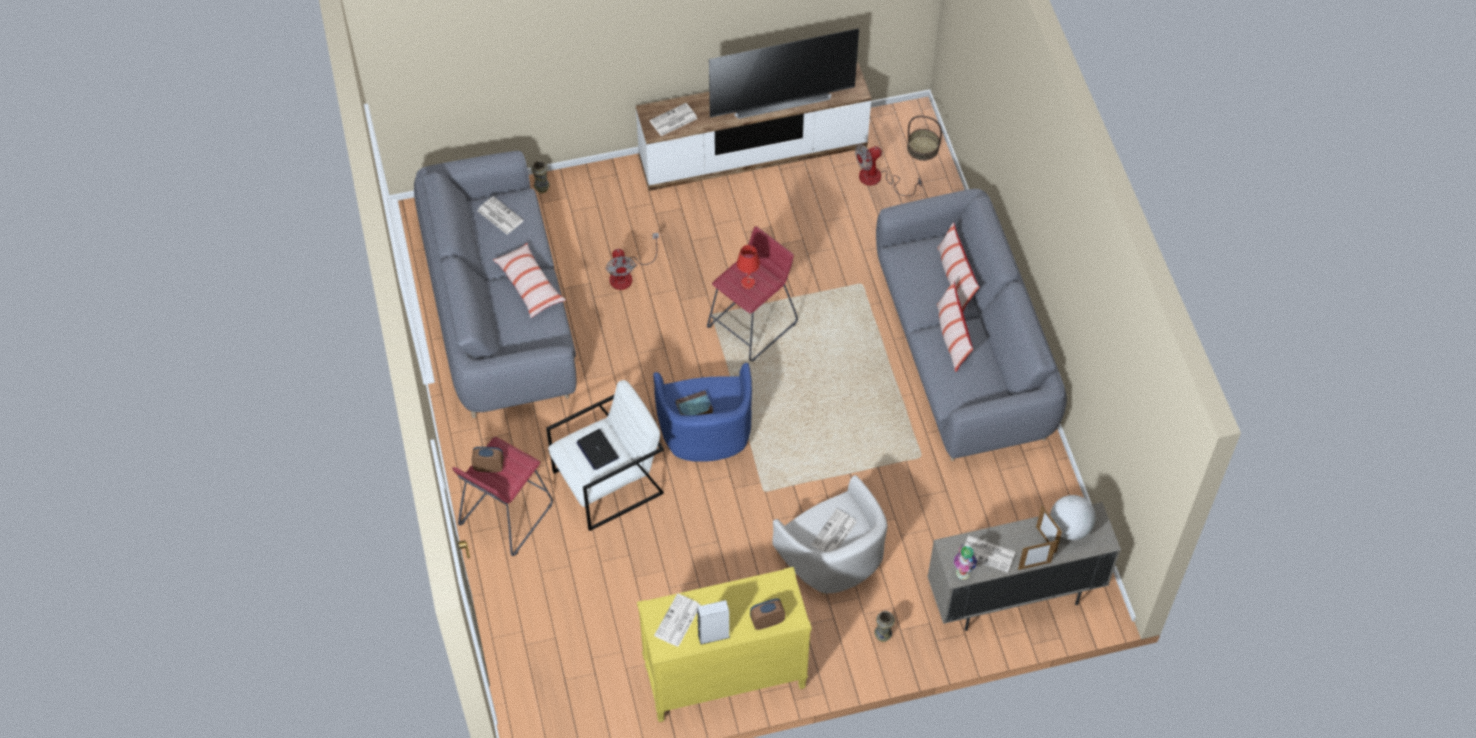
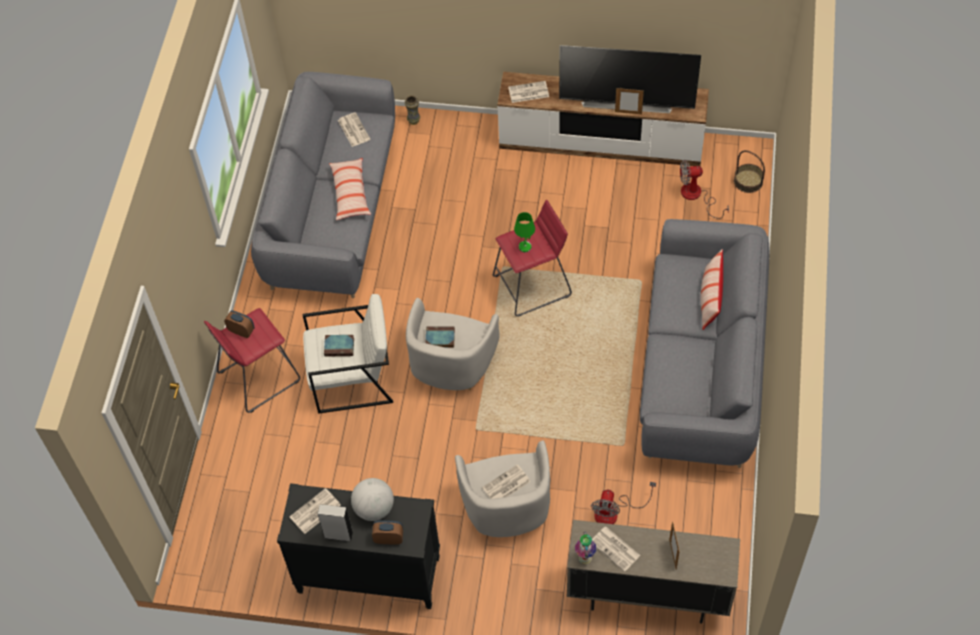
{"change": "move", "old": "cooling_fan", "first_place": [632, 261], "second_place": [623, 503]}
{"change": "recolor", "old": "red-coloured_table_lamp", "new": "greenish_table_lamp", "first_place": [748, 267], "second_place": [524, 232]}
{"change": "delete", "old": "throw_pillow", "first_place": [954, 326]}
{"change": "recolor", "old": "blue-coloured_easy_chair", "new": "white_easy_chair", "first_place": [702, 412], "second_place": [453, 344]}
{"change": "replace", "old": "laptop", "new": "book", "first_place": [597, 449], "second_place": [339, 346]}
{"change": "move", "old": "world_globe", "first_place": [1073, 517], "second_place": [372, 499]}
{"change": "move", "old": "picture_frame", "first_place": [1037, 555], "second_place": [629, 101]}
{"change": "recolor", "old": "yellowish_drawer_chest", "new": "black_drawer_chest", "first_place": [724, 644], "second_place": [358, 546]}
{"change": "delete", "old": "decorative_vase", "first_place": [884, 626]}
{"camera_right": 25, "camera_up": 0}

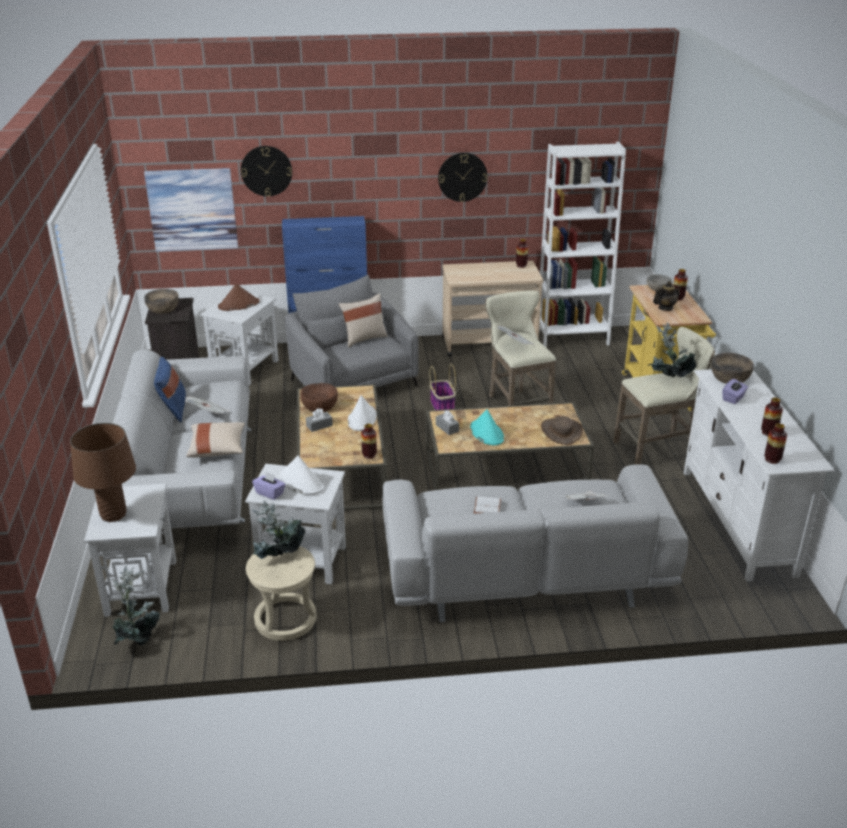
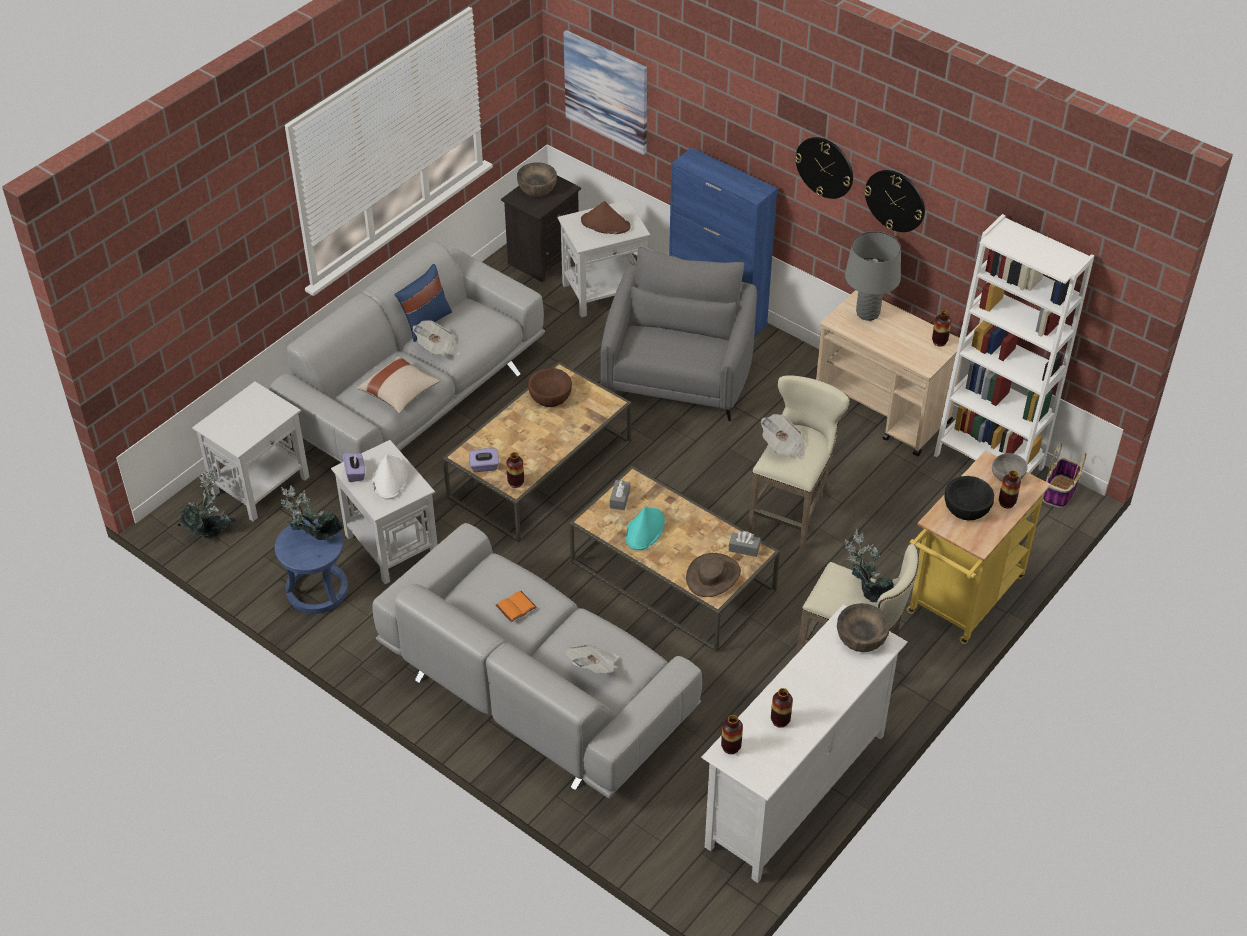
{"change": "move", "old": "clock_on_the_wall", "first_place": [266, 171], "second_place": [824, 168]}
{"change": "replace", "old": "pot_for_tea", "new": "black_deep_dish", "first_place": [667, 296], "second_place": [969, 498]}
{"change": "delete", "old": "beige-coloured_throw_pillow", "first_place": [363, 320]}
{"change": "move", "old": "storage_basket", "first_place": [443, 387], "second_place": [1064, 475]}
{"change": "move", "old": "purple-coloured_tissue_box", "first_place": [735, 391], "second_place": [484, 460]}
{"change": "delete", "old": "white_clothing_hat", "first_place": [362, 413]}
{"change": "move", "old": "gray_tissue_box", "first_place": [319, 420], "second_place": [745, 544]}
{"change": "delete", "old": "brown_table_lamp", "first_place": [103, 472]}
{"change": "recolor", "old": "white_book", "new": "orange_book", "first_place": [487, 505], "second_place": [516, 606]}
{"change": "recolor", "old": "beige-coloured_stool_seat", "new": "blue-coloured_stool_seat", "first_place": [281, 593], "second_place": [311, 566]}
{"change": "insert", "new": "gray_table_lamp", "second_place": [873, 276]}
{"camera_right": 45, "camera_up": 15}

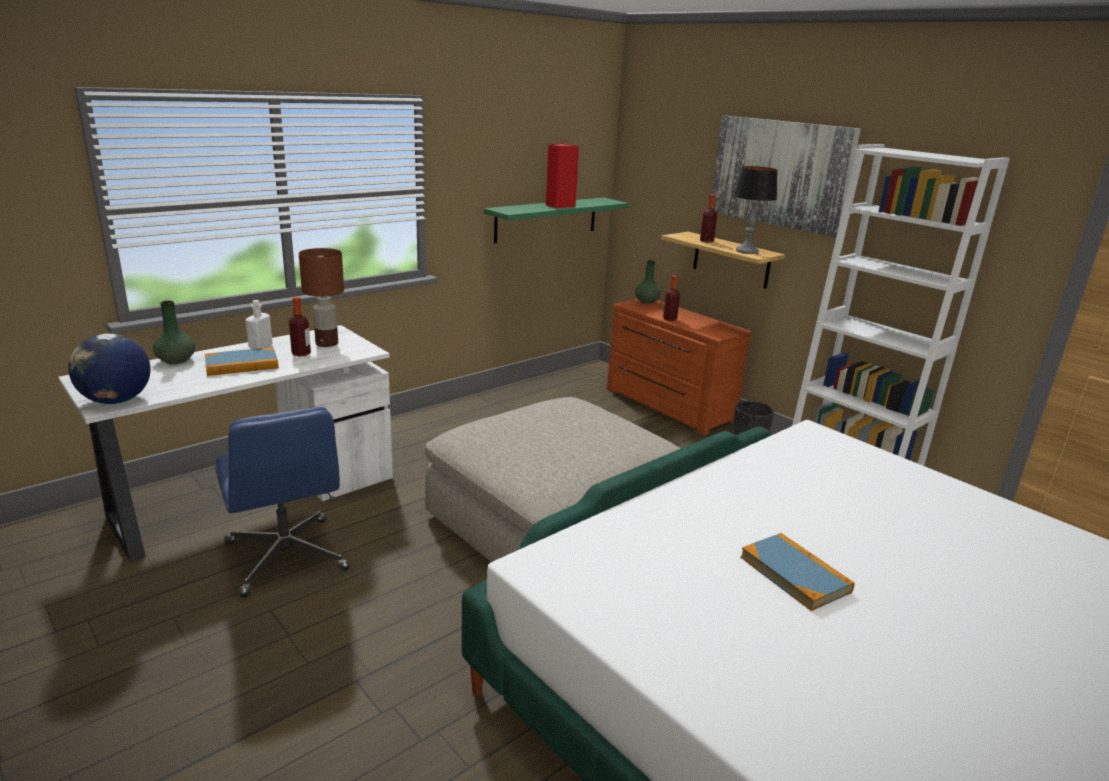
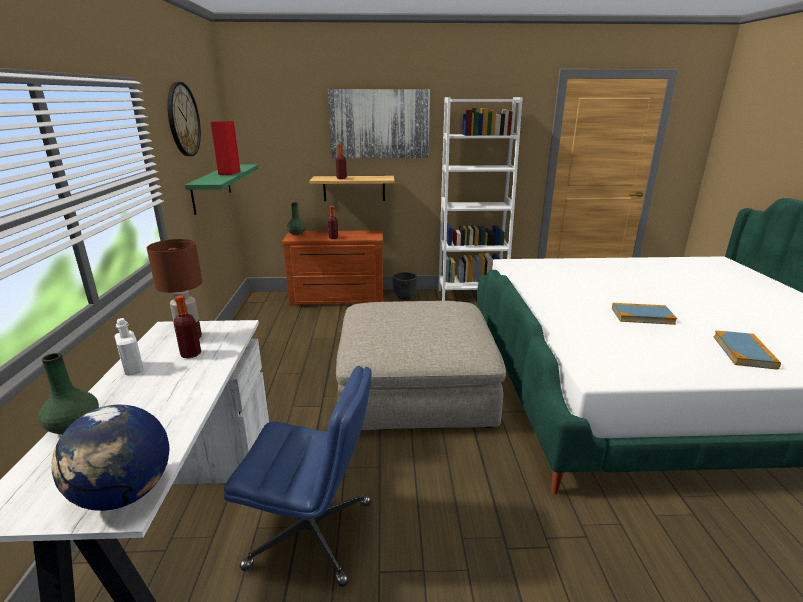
{"change": "delete", "old": "table_lamp", "first_place": [755, 210]}
{"change": "move", "old": "book", "first_place": [242, 361], "second_place": [747, 350]}
{"change": "insert", "new": "clock_on_the_wall", "second_place": [184, 119]}
{"camera_right": -50, "camera_up": 0}

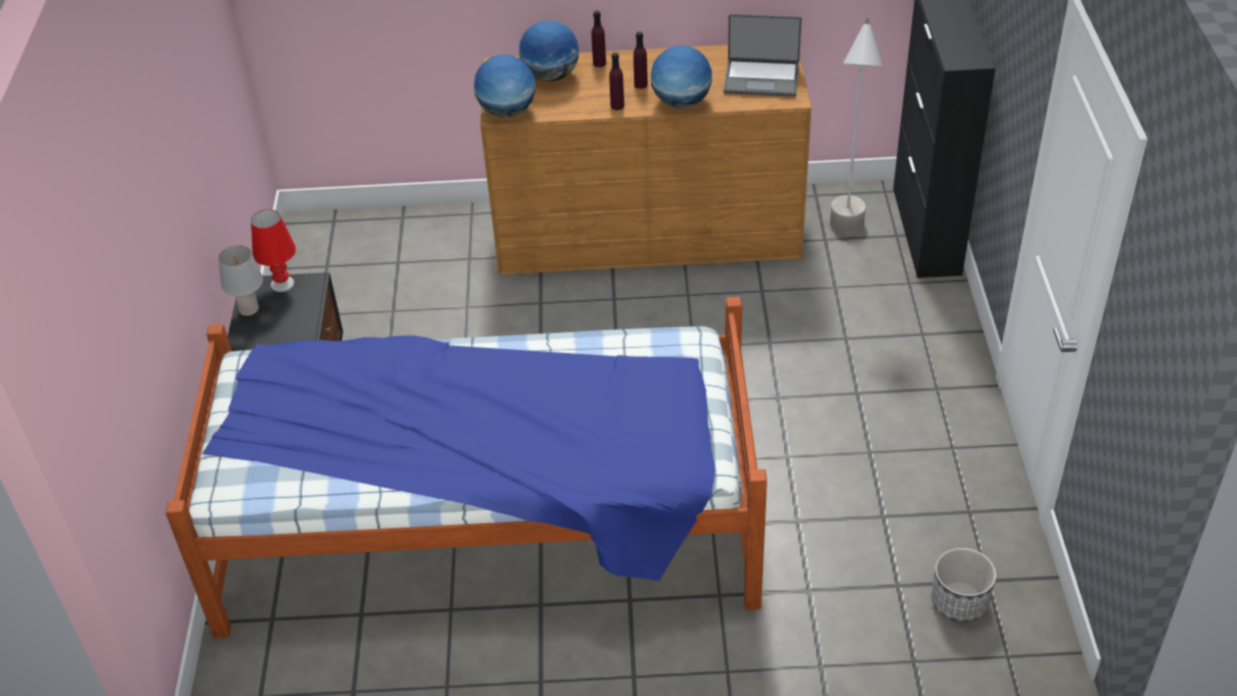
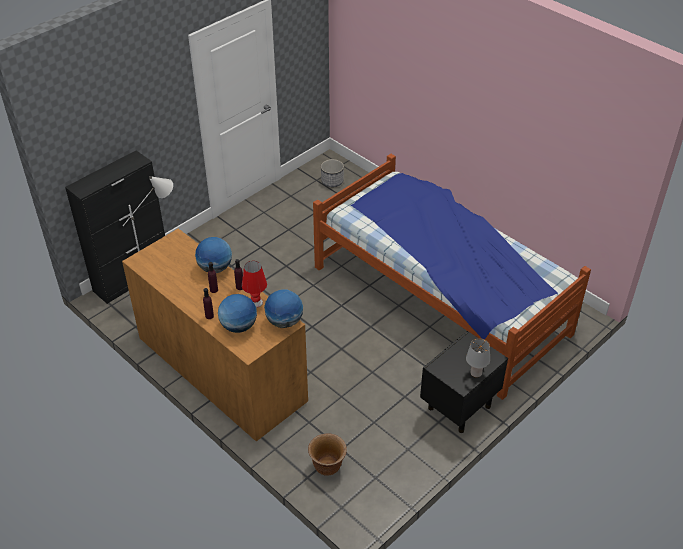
{"change": "delete", "old": "laptop", "first_place": [763, 55]}
{"change": "move", "old": "red-coloured_table_lamp", "first_place": [273, 250], "second_place": [254, 284]}
{"change": "insert", "new": "brown_plant_pot", "second_place": [327, 454]}
{"camera_right": -135, "camera_up": 0}

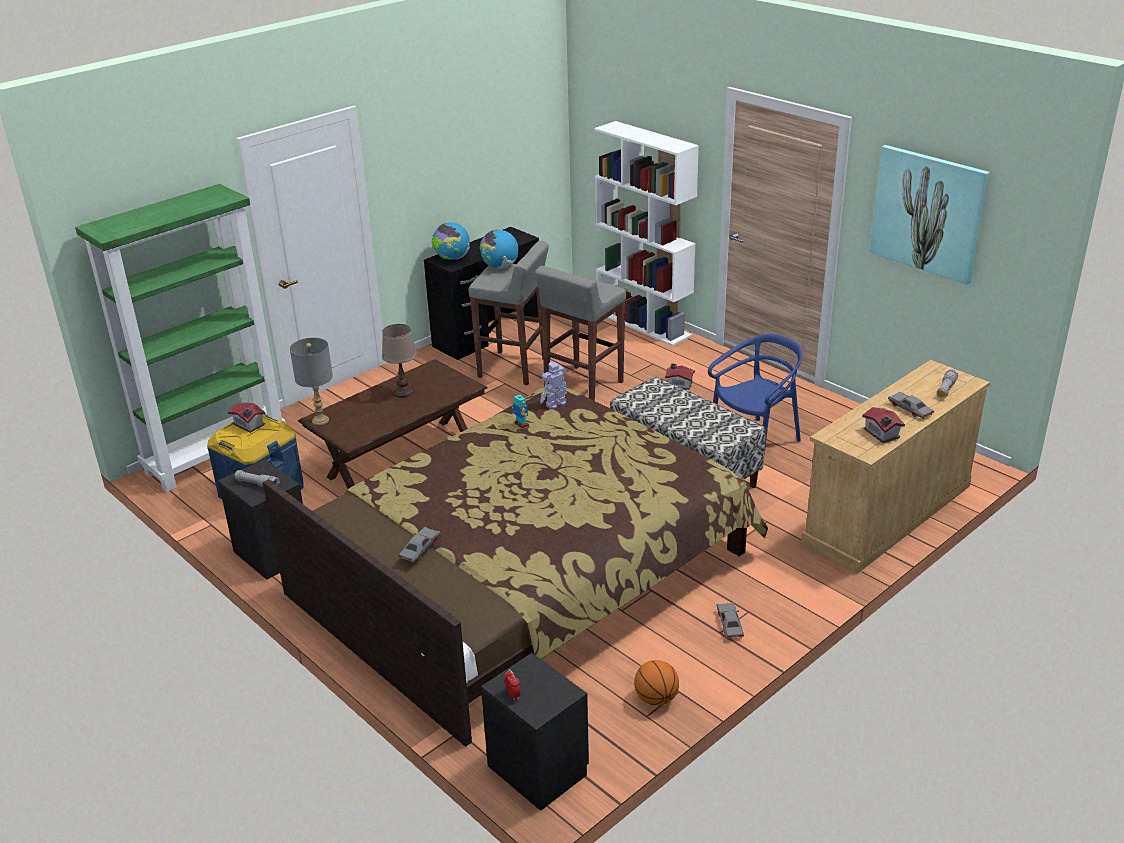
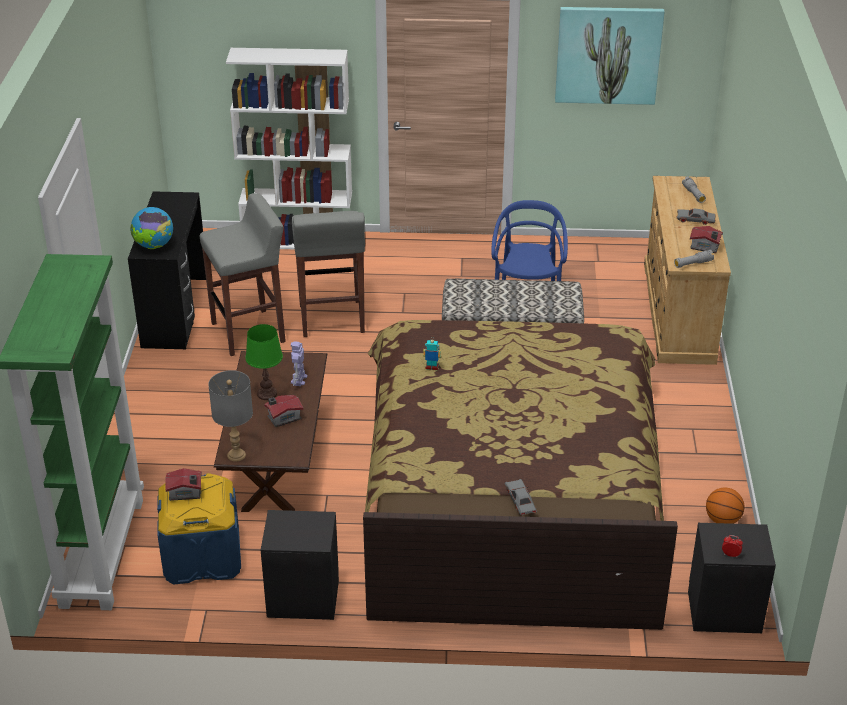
{"change": "delete", "old": "world_globe", "first_place": [499, 249]}
{"change": "recolor", "old": "brown_table_lamp", "new": "greenish_table_lamp", "first_place": [399, 361], "second_place": [264, 362]}
{"change": "move", "old": "model_robot", "first_place": [553, 385], "second_place": [299, 363]}
{"change": "move", "old": "model_house", "first_place": [680, 377], "second_place": [283, 411]}
{"change": "move", "old": "gray_torch", "first_place": [257, 478], "second_place": [694, 259]}
{"change": "delete", "old": "gray_miniature_car", "first_place": [730, 620]}
{"camera_right": -45, "camera_up": 5}

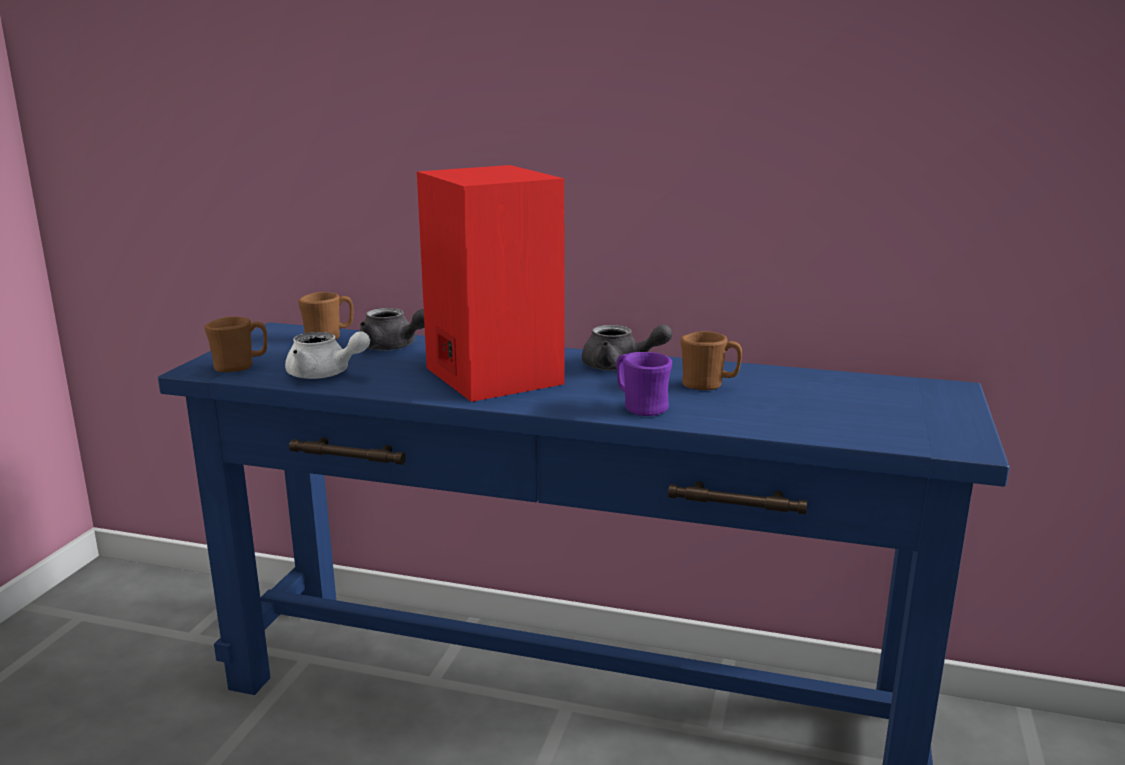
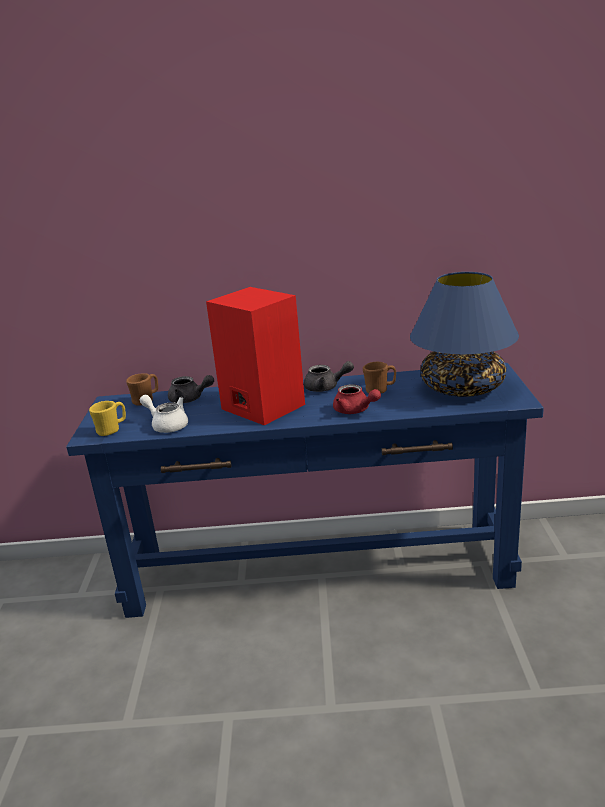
{"change": "recolor", "old": "brown_mug", "new": "yellowish_mug", "first_place": [235, 344], "second_place": [107, 418]}
{"change": "rotate", "old": "white_pot_for_tea", "first_place": [327, 355], "second_place": [164, 414], "degrees": -150}
{"change": "replace", "old": "purple-coloured_mug", "new": "red-coloured_pot_for_tea", "first_place": [644, 384], "second_place": [357, 399]}
{"change": "insert", "new": "blue-coloured_table_lamp", "second_place": [464, 334]}
{"camera_right": -15, "camera_up": 5}

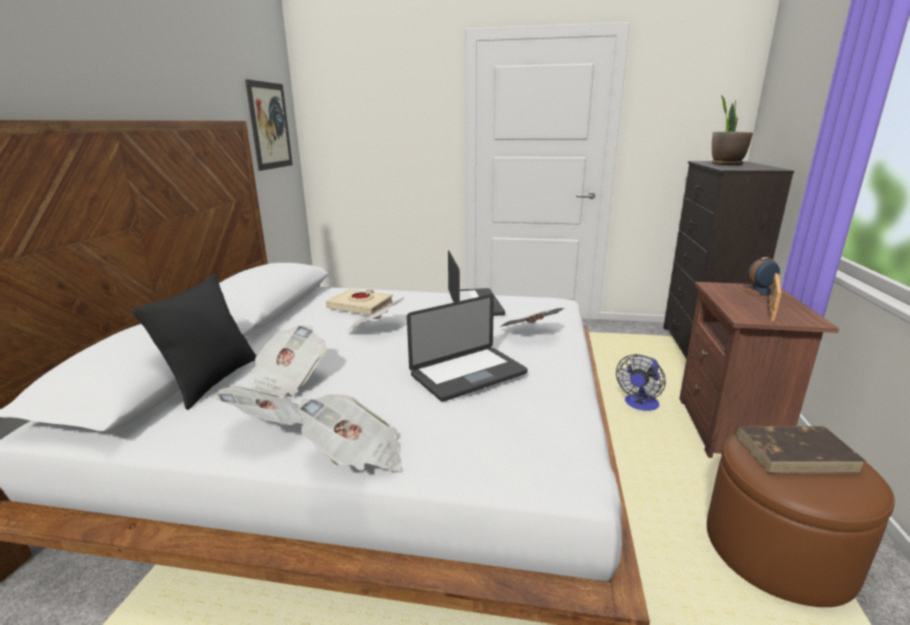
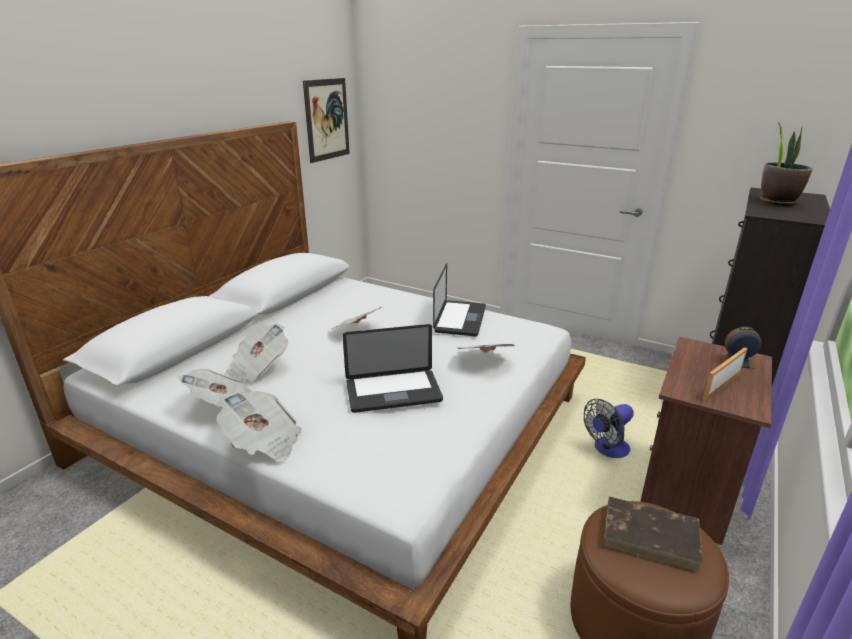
{"change": "delete", "old": "black_throw_pillow", "first_place": [194, 342]}
{"change": "delete", "old": "beige-coloured_book", "first_place": [359, 302]}
{"camera_right": 20, "camera_up": 5}

